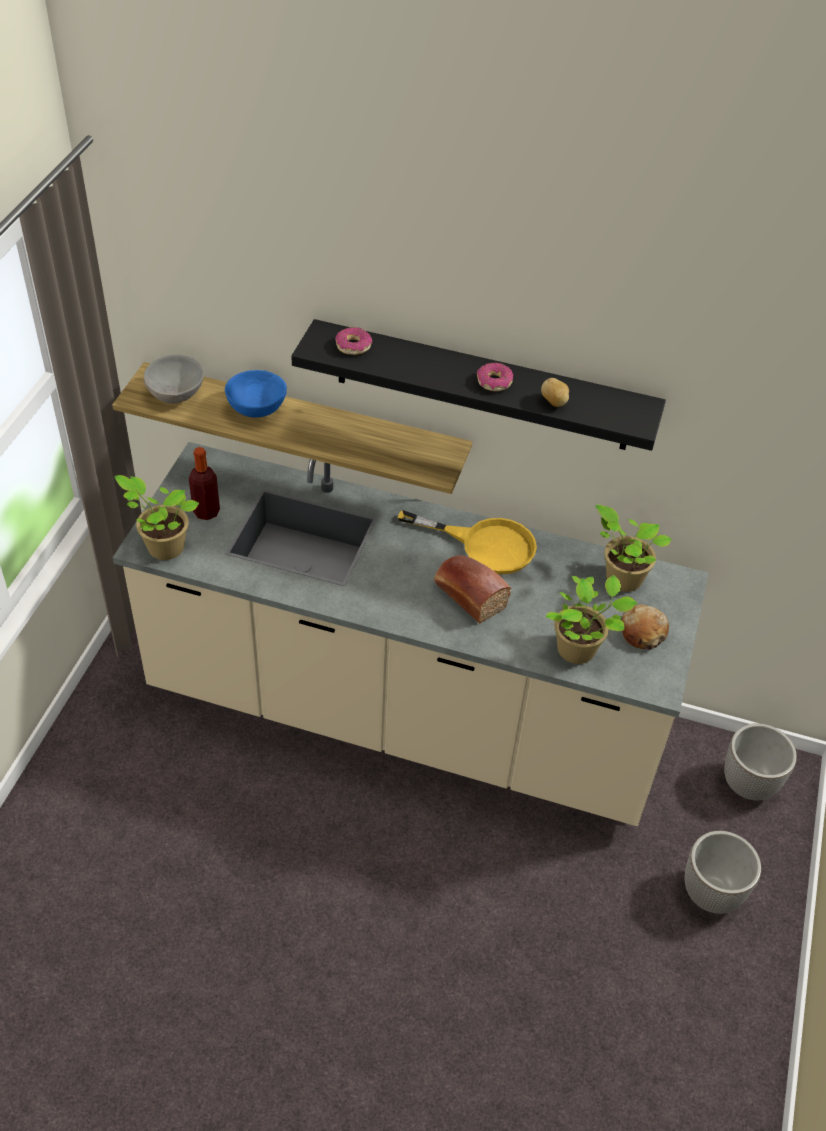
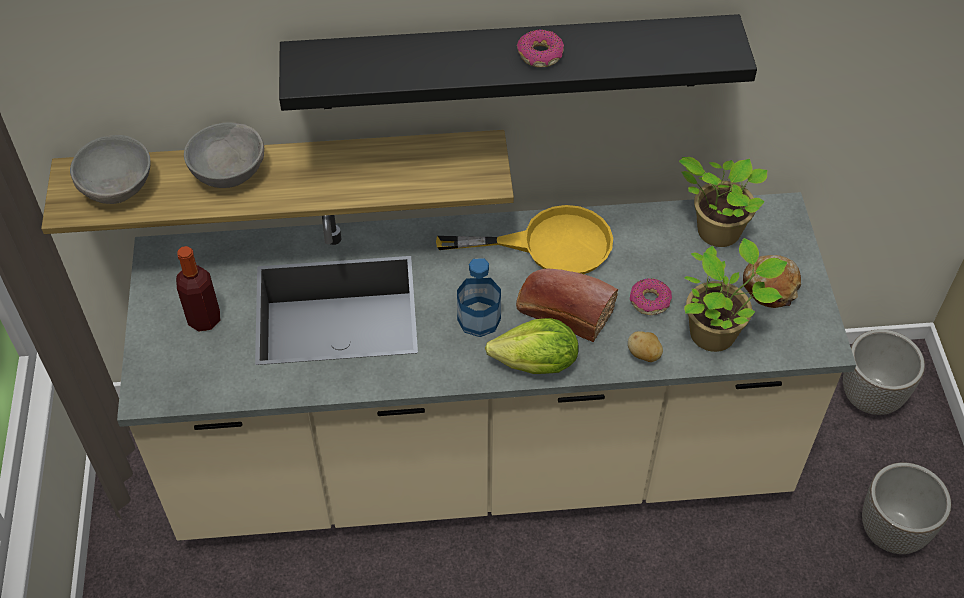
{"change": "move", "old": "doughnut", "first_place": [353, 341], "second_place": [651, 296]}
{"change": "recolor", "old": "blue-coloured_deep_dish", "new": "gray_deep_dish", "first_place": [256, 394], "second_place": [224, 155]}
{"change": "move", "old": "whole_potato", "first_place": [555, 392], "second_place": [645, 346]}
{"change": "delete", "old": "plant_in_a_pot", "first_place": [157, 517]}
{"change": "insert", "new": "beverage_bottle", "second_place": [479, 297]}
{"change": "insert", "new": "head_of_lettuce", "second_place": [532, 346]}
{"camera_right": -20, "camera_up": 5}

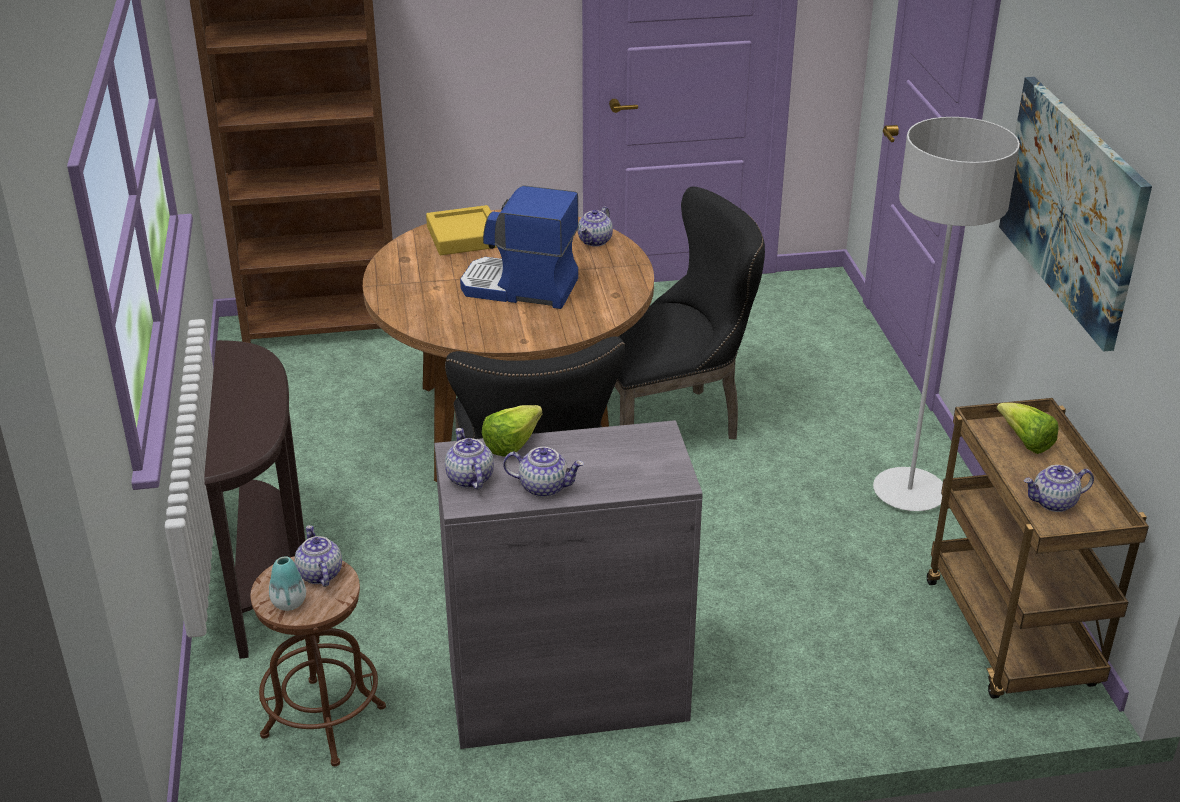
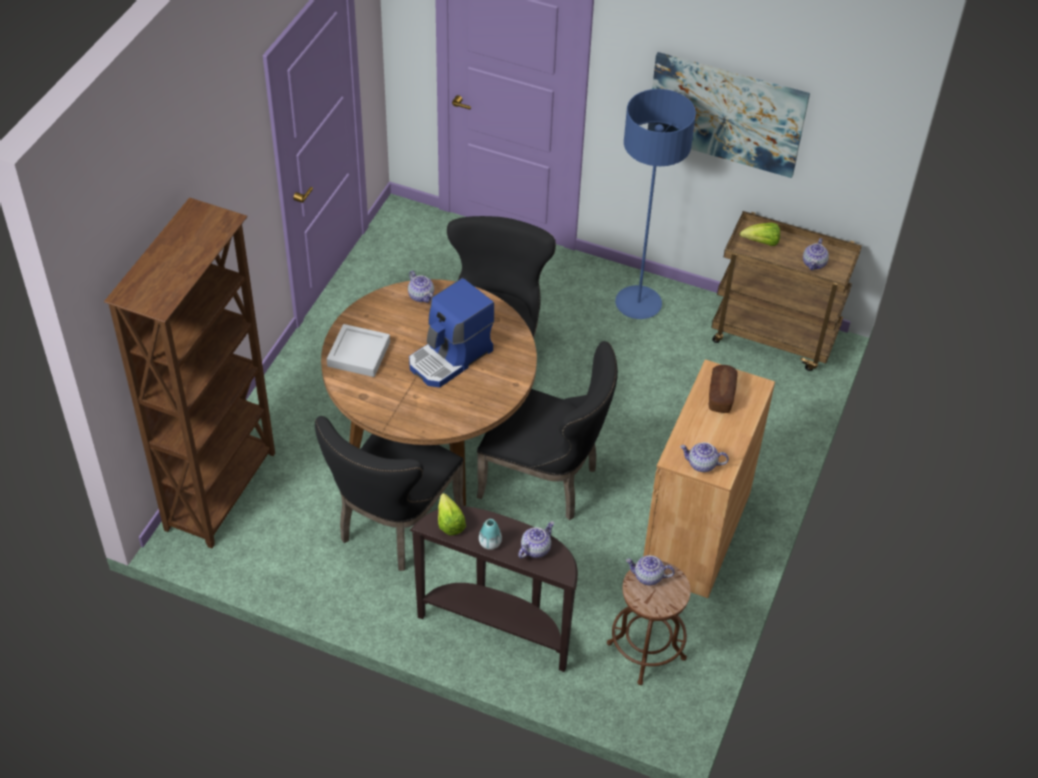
{"change": "recolor", "old": "gray_floor_lamp", "new": "blue-coloured_floor_lamp", "first_place": [946, 314], "second_place": [655, 204]}
{"change": "recolor", "old": "yellowish_tray", "new": "gray_tray", "first_place": [461, 230], "second_place": [358, 350]}
{"change": "move", "old": "head_of_lettuce", "first_place": [512, 431], "second_place": [452, 514]}
{"change": "recolor", "old": "gray_cabinet", "new": "brown_cabinet", "first_place": [568, 584], "second_place": [709, 478]}
{"change": "move", "old": "pot_for_tea", "first_place": [543, 472], "second_place": [536, 540]}
{"change": "move", "old": "decorative_vase", "first_place": [287, 583], "second_place": [490, 534]}
{"change": "insert", "new": "bread", "second_place": [723, 389]}
{"change": "insert", "new": "black_upright_chair", "second_place": [389, 493]}
{"camera_right": -60, "camera_up": 15}

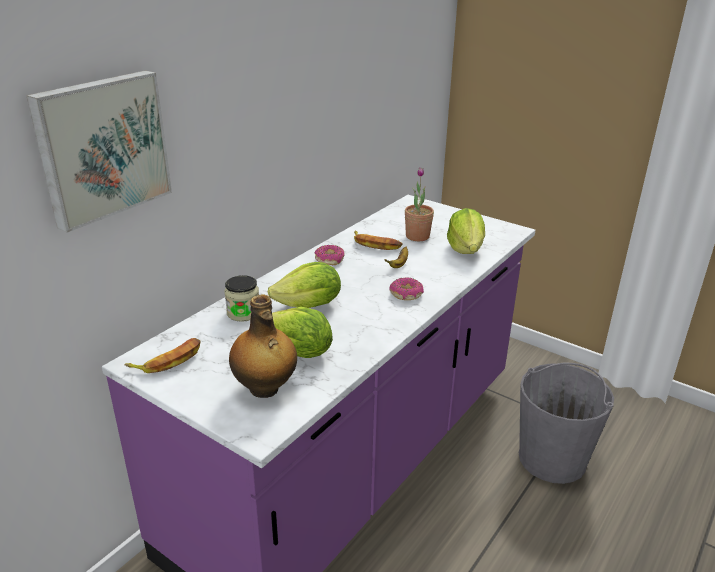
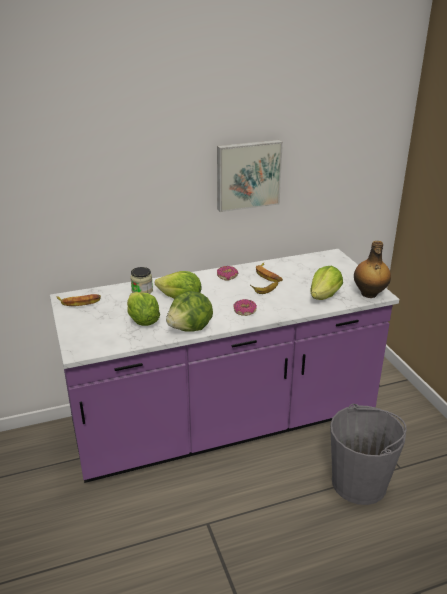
{"change": "move", "old": "wall_art", "first_place": [99, 151], "second_place": [250, 176]}
{"change": "delete", "old": "plant_in_a_pot", "first_place": [419, 204]}
{"change": "move", "old": "beverage_bottle", "first_place": [263, 346], "second_place": [372, 269]}
{"change": "insert", "new": "head_of_lettuce", "second_place": [189, 311]}
{"camera_right": 35, "camera_up": 0}

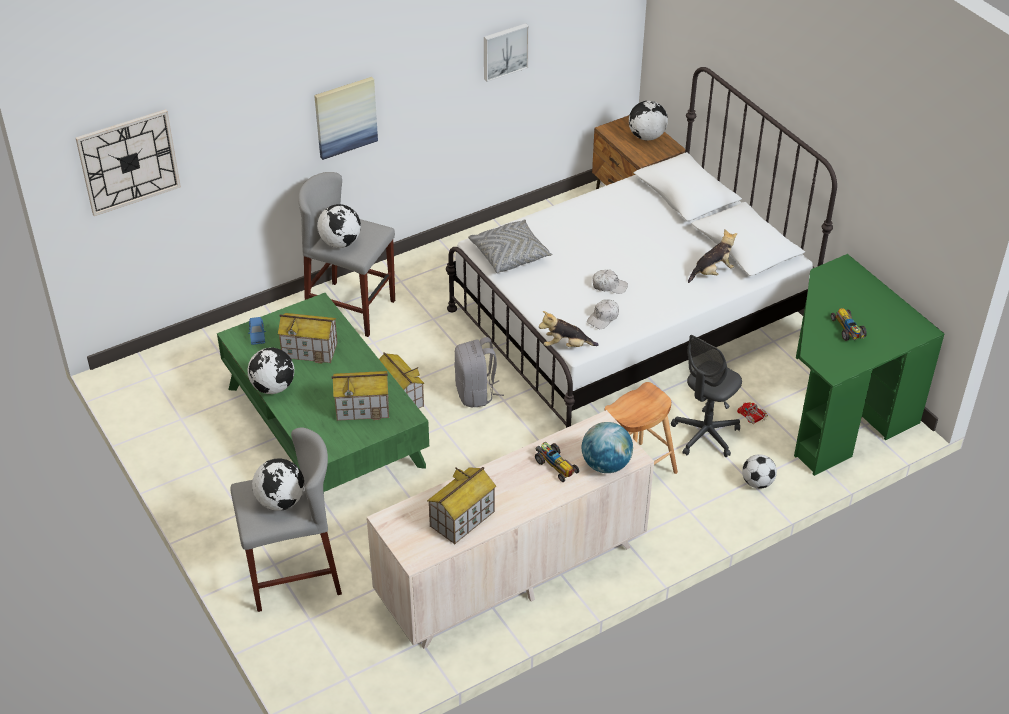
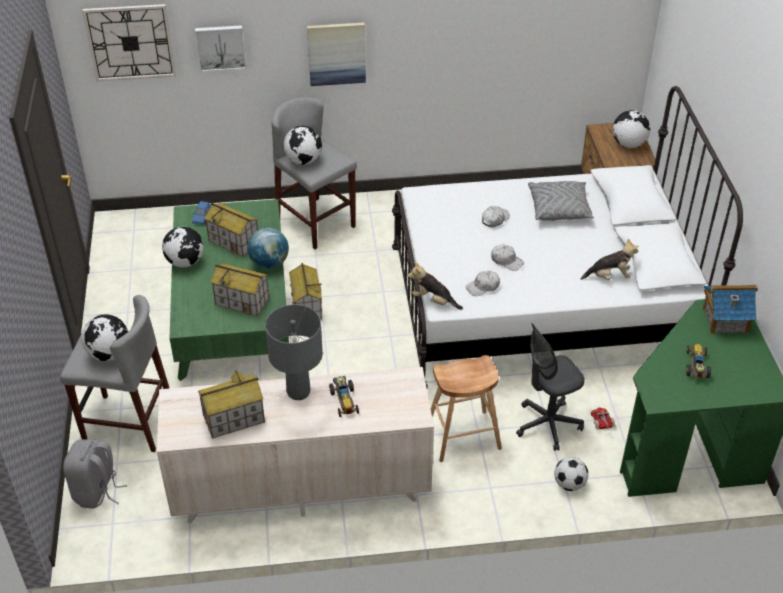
{"change": "move", "old": "wall_art", "first_place": [506, 52], "second_place": [220, 48]}
{"change": "move", "old": "gray_throw_pillow", "first_place": [510, 246], "second_place": [561, 201]}
{"change": "move", "old": "gray_backpack", "first_place": [479, 372], "second_place": [95, 474]}
{"change": "move", "old": "world_globe", "first_place": [607, 447], "second_place": [268, 248]}
{"change": "insert", "new": "white_baseball_cap", "second_place": [496, 216]}
{"change": "insert", "new": "model_house", "second_place": [730, 309]}
{"change": "insert", "new": "gray_table_lamp", "second_place": [294, 352]}
{"camera_right": 25, "camera_up": 0}

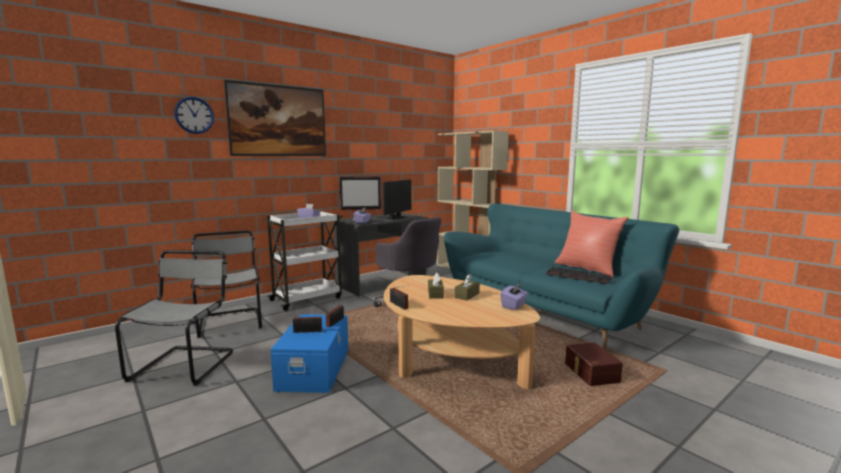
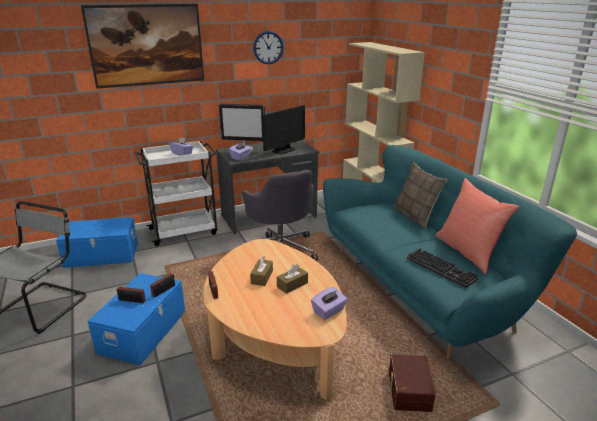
{"change": "move", "old": "clock_on_the_wall", "first_place": [194, 115], "second_place": [268, 47]}
{"change": "replace", "old": "gray_upright_chair", "new": "blue-coloured_storage_bin", "first_place": [226, 284], "second_place": [97, 242]}
{"change": "insert", "new": "throw_pillow", "second_place": [420, 195]}
{"camera_right": 15, "camera_up": 15}

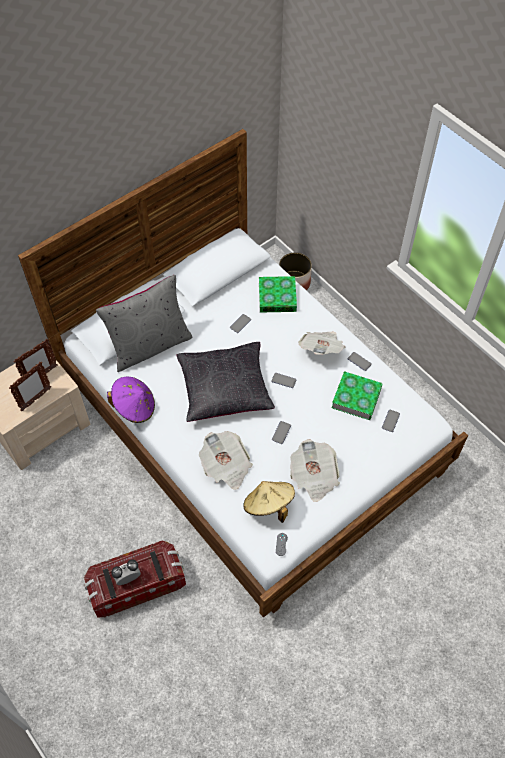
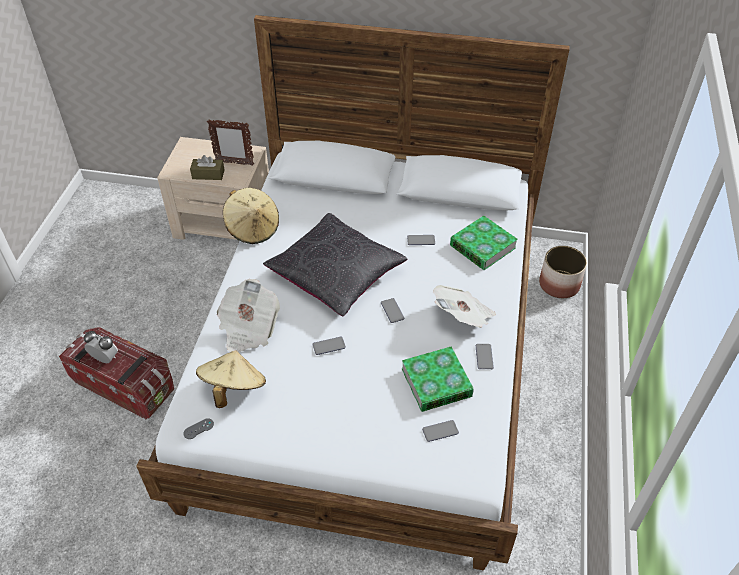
{"change": "delete", "old": "gray_throw_pillow", "first_place": [144, 323]}
{"change": "replace", "old": "picture_frame", "new": "brown_tissue_box", "first_place": [30, 386], "second_place": [207, 167]}
{"change": "recolor", "old": "purple-coloured_clothing_hat", "new": "beige-coloured_clothing_hat", "first_place": [131, 399], "second_place": [251, 216]}
{"change": "delete", "old": "newspaper", "first_place": [315, 470]}
{"camera_right": 50, "camera_up": -10}

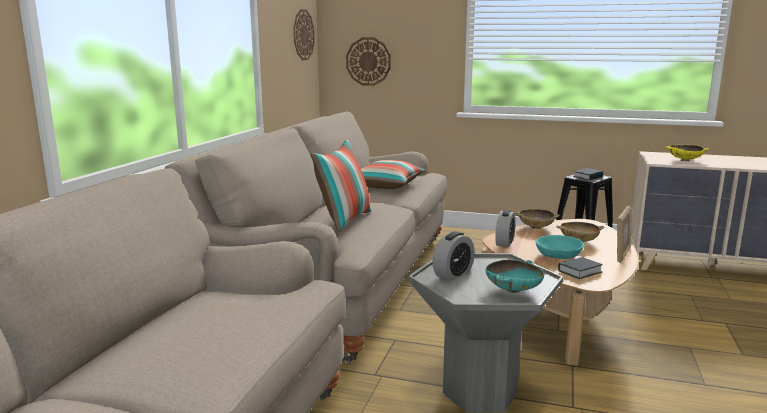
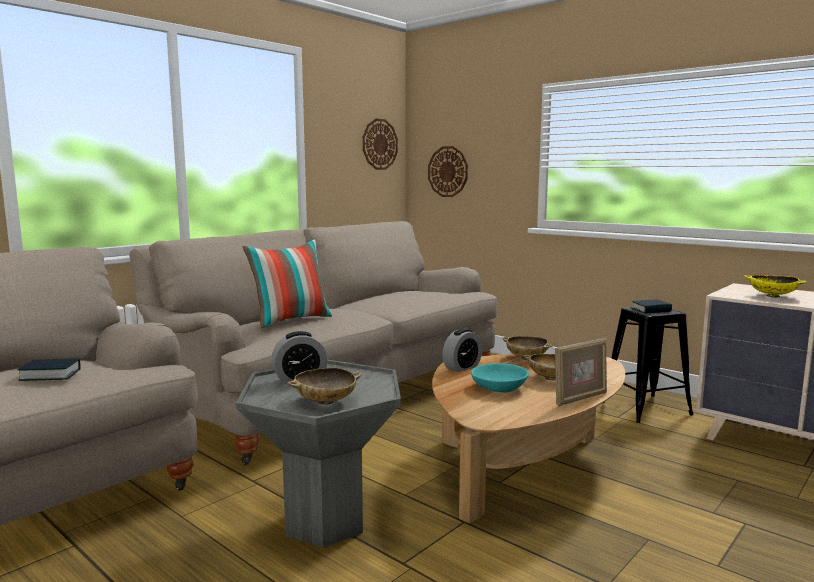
{"change": "delete", "old": "throw_pillow", "first_place": [393, 174]}
{"change": "move", "old": "book", "first_place": [580, 268], "second_place": [48, 370]}
{"change": "recolor", "old": "turquoise_deep_dish", "new": "beige-coloured_deep_dish", "first_place": [514, 276], "second_place": [324, 386]}
{"camera_right": 25, "camera_up": -5}

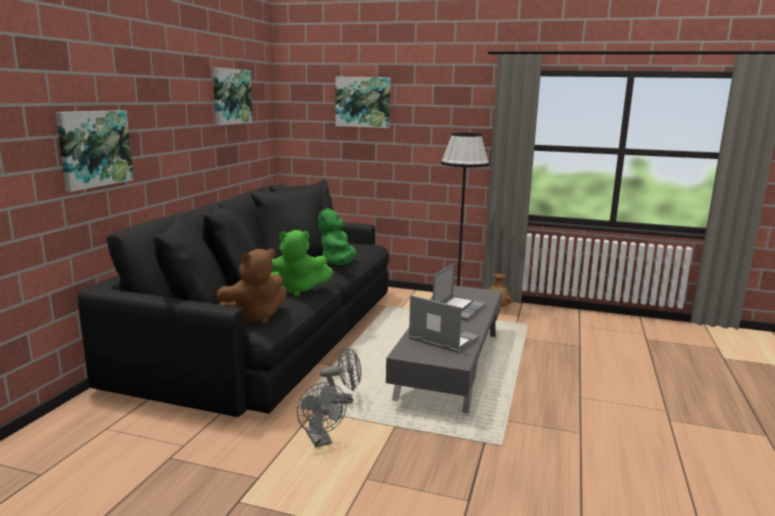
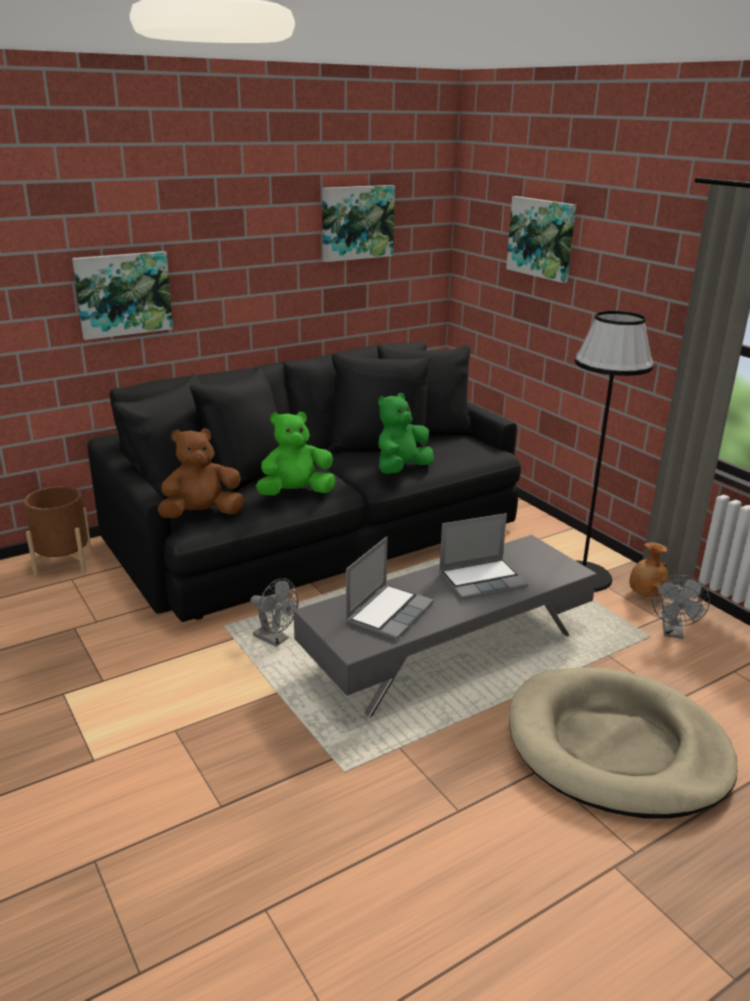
{"change": "rotate", "old": "greenish_plush_toy", "first_place": [302, 263], "second_place": [296, 453], "degrees": 120}
{"change": "rotate", "old": "brown_plush_toy", "first_place": [251, 286], "second_place": [201, 473], "degrees": 150}
{"change": "rotate", "old": "laptop", "first_place": [444, 323], "second_place": [389, 588], "degrees": 45}
{"change": "move", "old": "gray_cooling_fan", "first_place": [322, 414], "second_place": [681, 607]}
{"change": "insert", "new": "brown_plant_pot", "second_place": [58, 531]}
{"change": "insert", "new": "beige-coloured_dog_cushion", "second_place": [623, 743]}
{"camera_right": 40, "camera_up": 10}

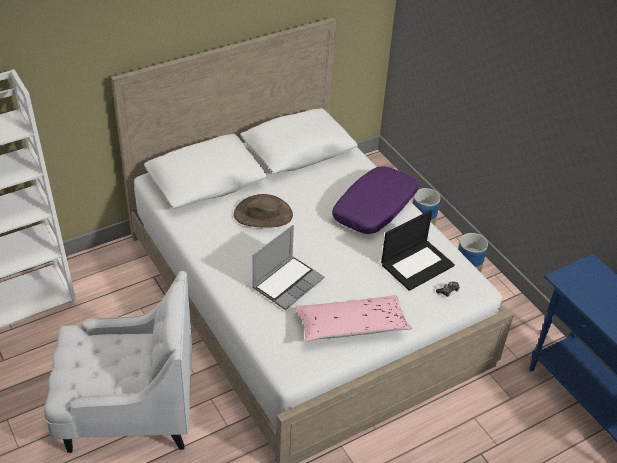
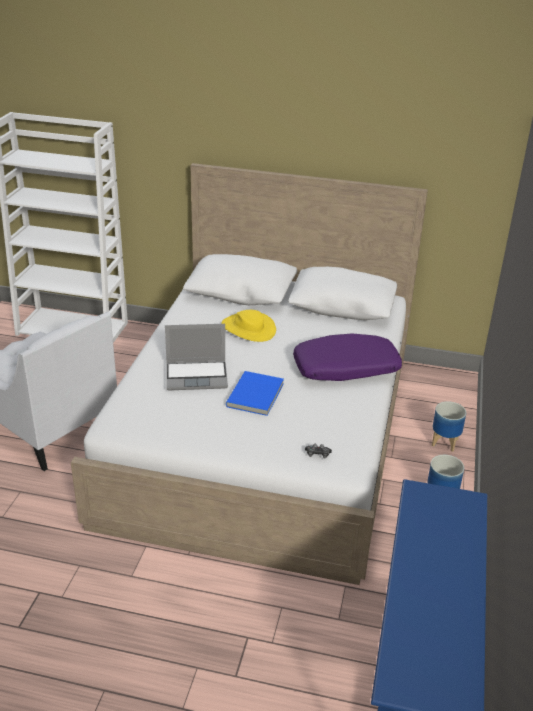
{"change": "recolor", "old": "brown_clothing_hat", "new": "yellowish_clothing_hat", "first_place": [263, 211], "second_place": [248, 326]}
{"change": "delete", "old": "laptop", "first_place": [418, 250]}
{"change": "delete", "old": "pink_throw_pillow", "first_place": [353, 318]}
{"change": "insert", "new": "blue-coloured_book", "second_place": [255, 393]}
{"camera_right": 45, "camera_up": -10}

